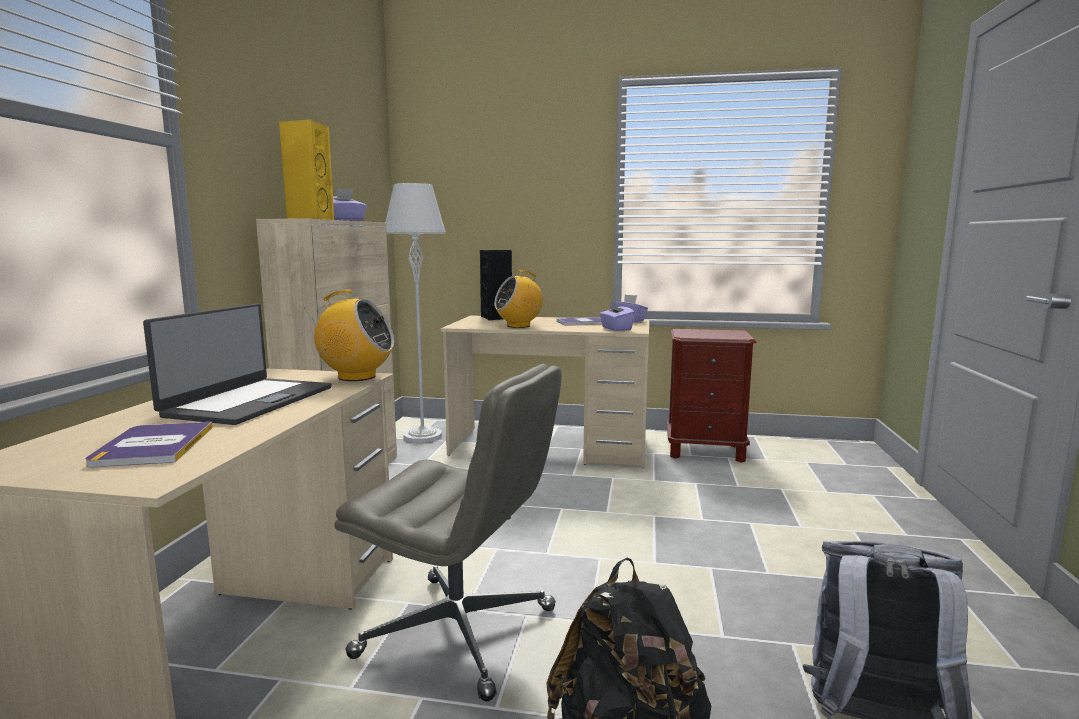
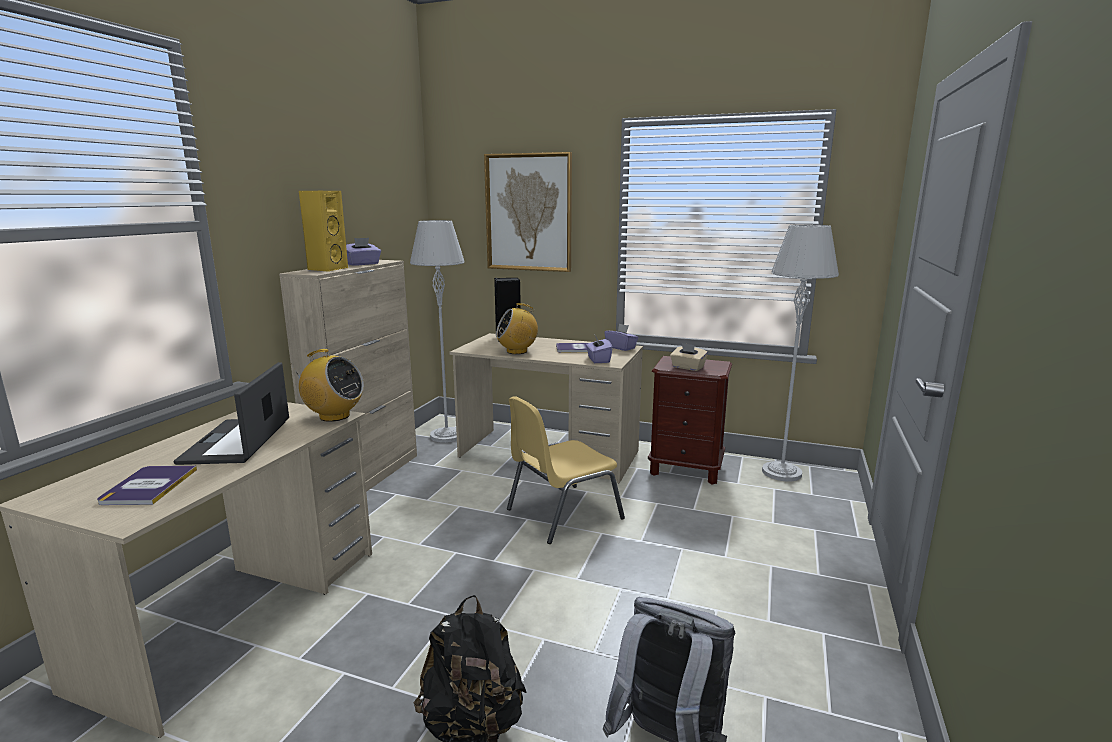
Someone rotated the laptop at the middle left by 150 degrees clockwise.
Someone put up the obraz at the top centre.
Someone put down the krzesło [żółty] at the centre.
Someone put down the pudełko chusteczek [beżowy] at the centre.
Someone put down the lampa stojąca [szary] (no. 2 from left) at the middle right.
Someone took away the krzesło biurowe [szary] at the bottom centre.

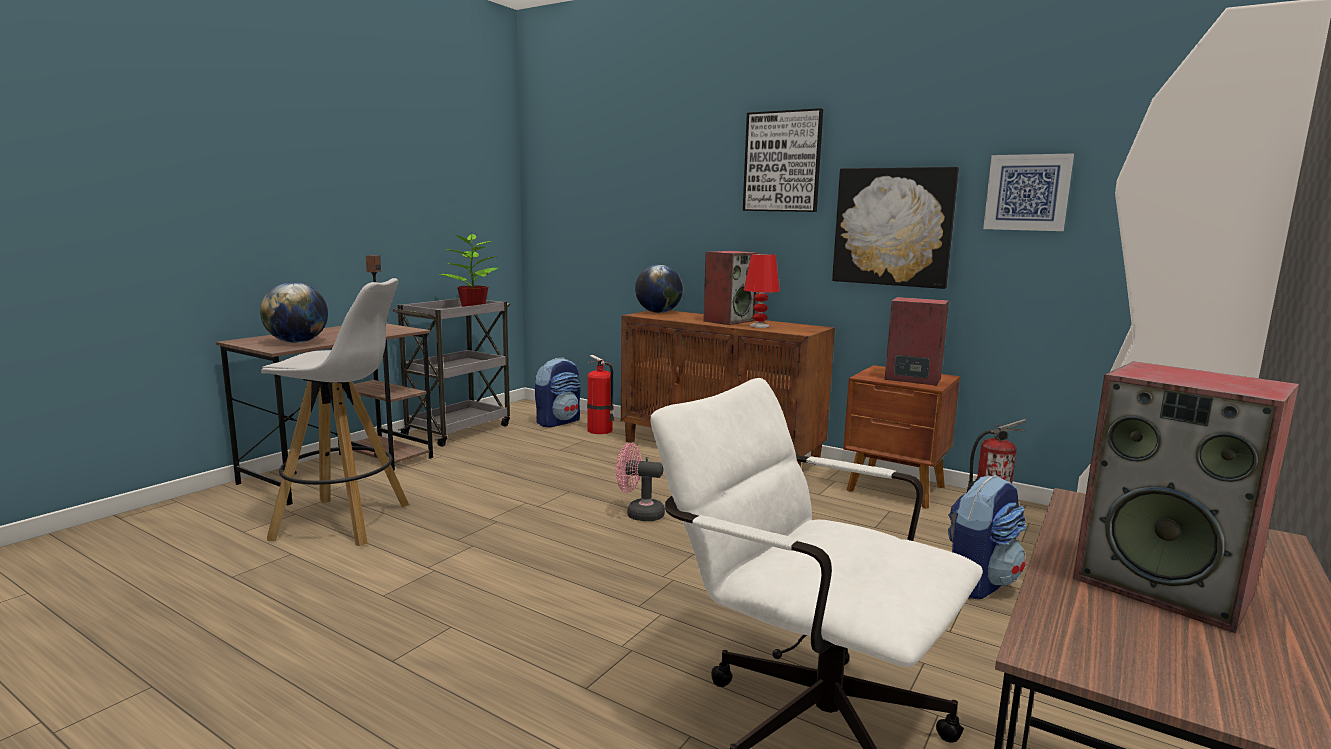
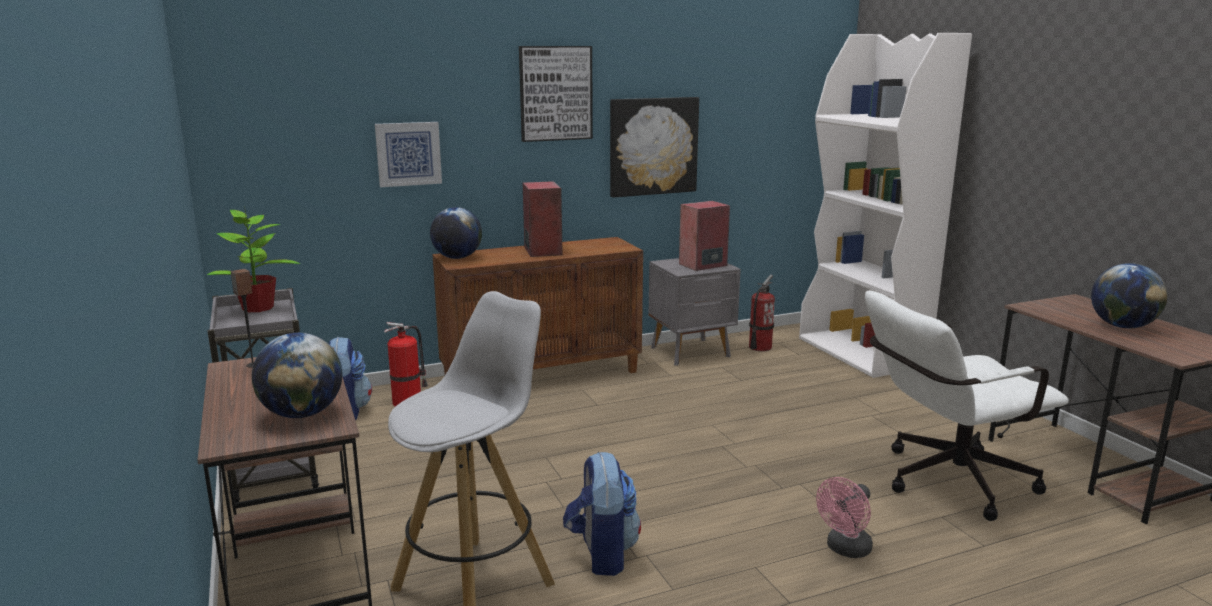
Someone carried the obraz (no. 3 from left in the first image) from the top right to the top centre.
Someone carried the plecak (no. 2 from left) from the bottom right to the bottom centre.
Someone repainted the szafka nocna [brązowy] at the middle right, which became the szafka nocna [szary] at the centre.
Someone carried the wentylator [różowy] from the centre to the bottom right.
Someone swapped the głośnik (no. 4 from left) at the middle right for the globus (no. 3 from left) at the middle right.
Someone took away the lampa stołowa [czerwony] at the centre.

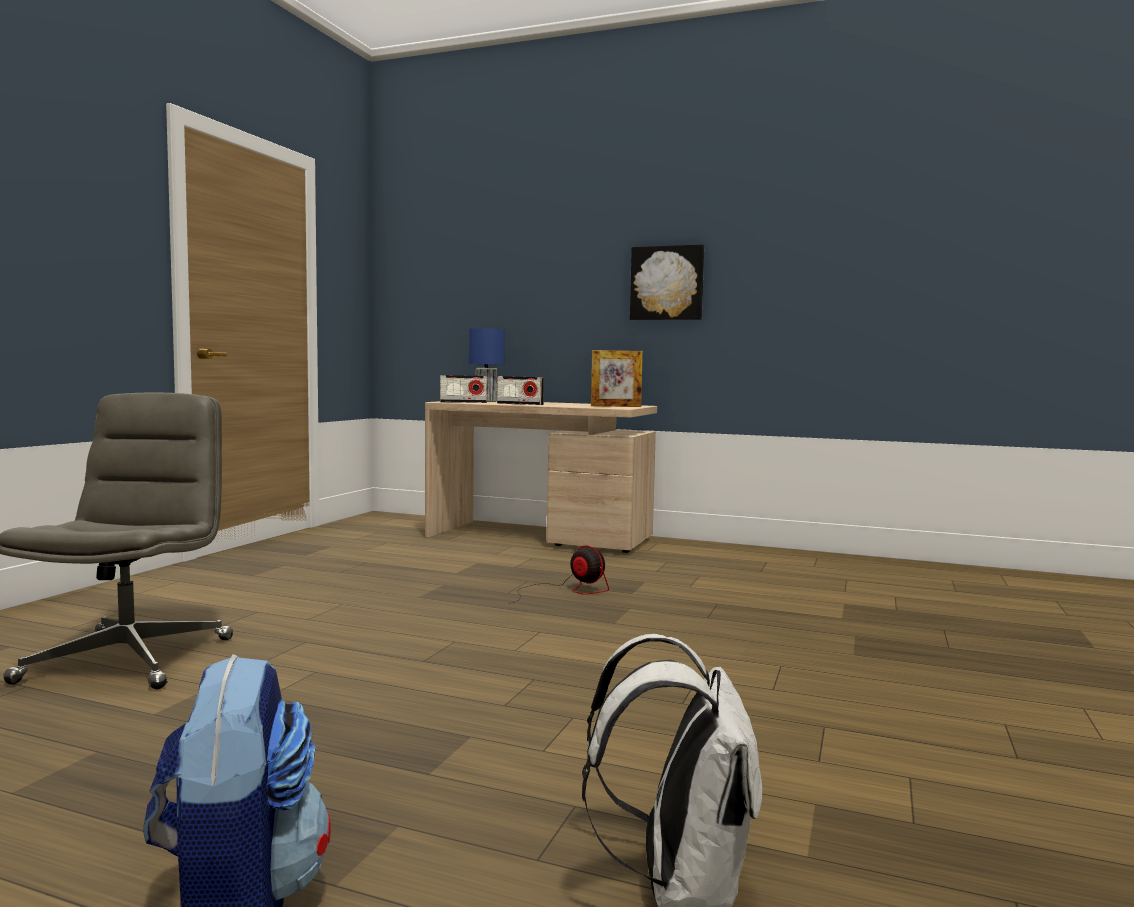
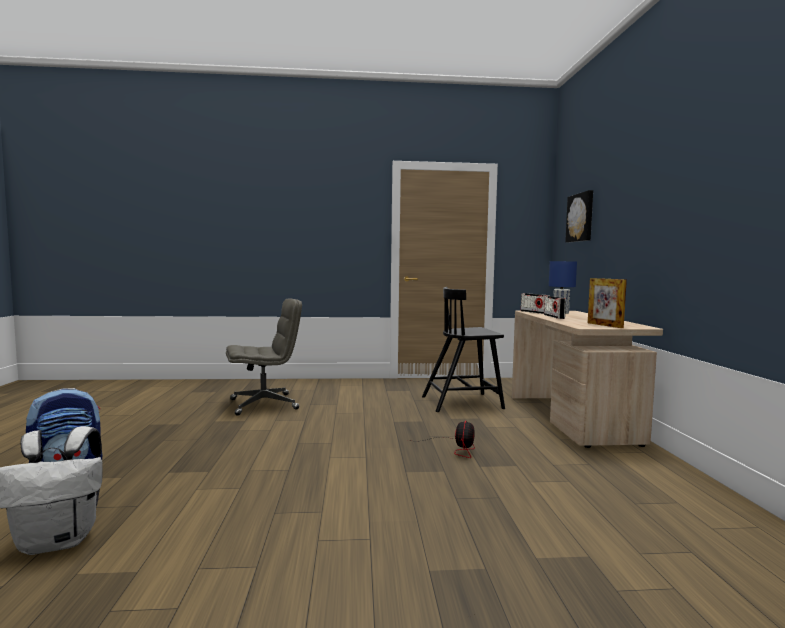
Someone put down the krzesło [czarny] at the centre.
Someone carried the obraz from the top centre to the middle right.

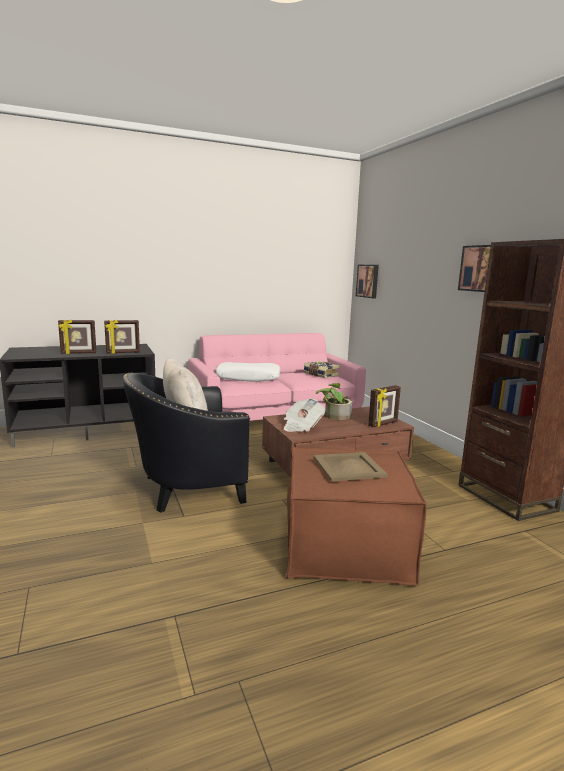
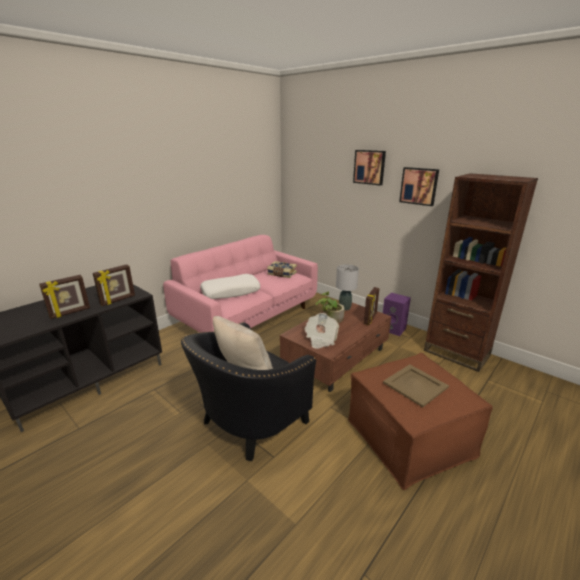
Someone put down the lampa stołowa [szary] at the centre.
Someone carried the obraz (no. 1 from left) from the centre to the top centre.
Someone put down the głośnik [fioletowy] at the middle right.

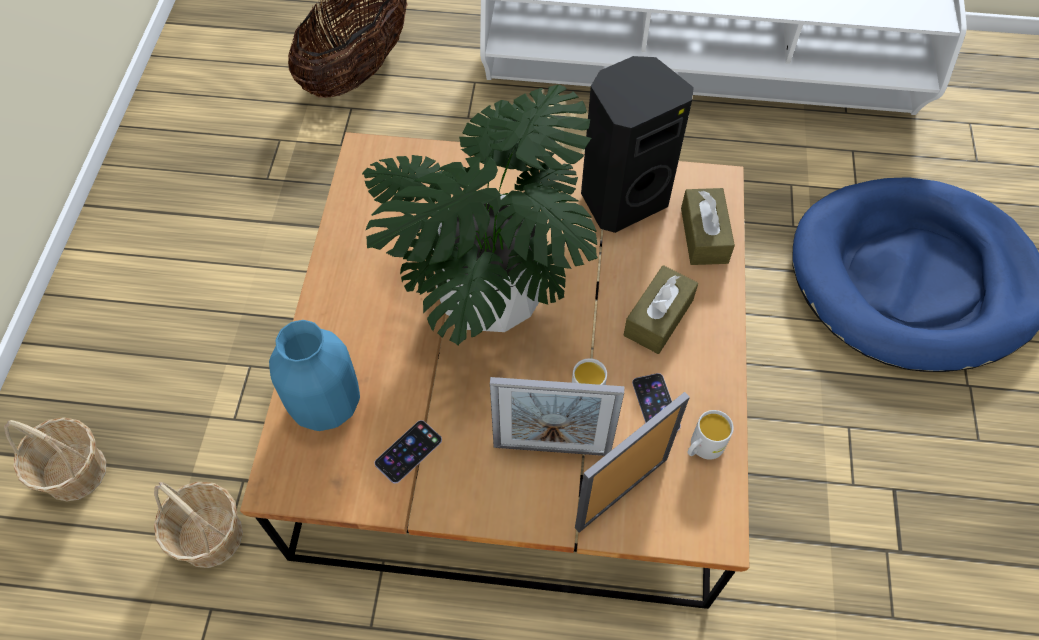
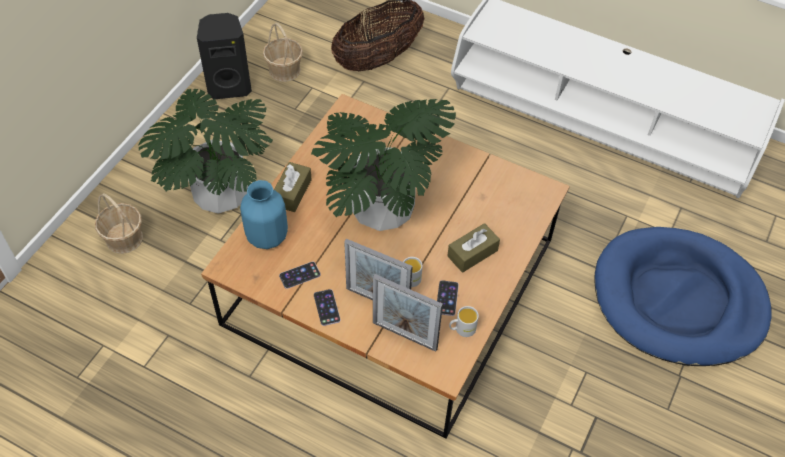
Someone put down the roślina doniczkowa (no. 1 from left) at the top left.
Someone carried the głośnik [czarny] from the top centre to the top left.
Someone carried the koszyk (no. 2 from left) from the bottom left to the top centre.
Someone carried the pudełko chusteczek [brązowy] (no. 2 from left in the first image) from the middle right to the centre.
Someone put down the telefon (no. 2 from left) at the bottom centre.
Someone rotated the ramka na zdjęcie (no. 2 from left) at the bottom centre by 135 degrees counterclockwise.

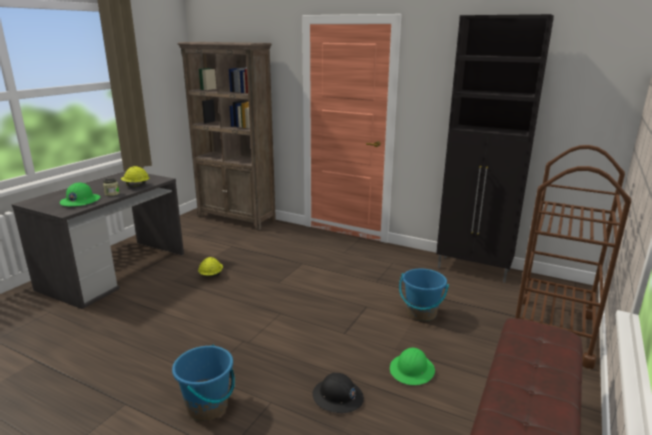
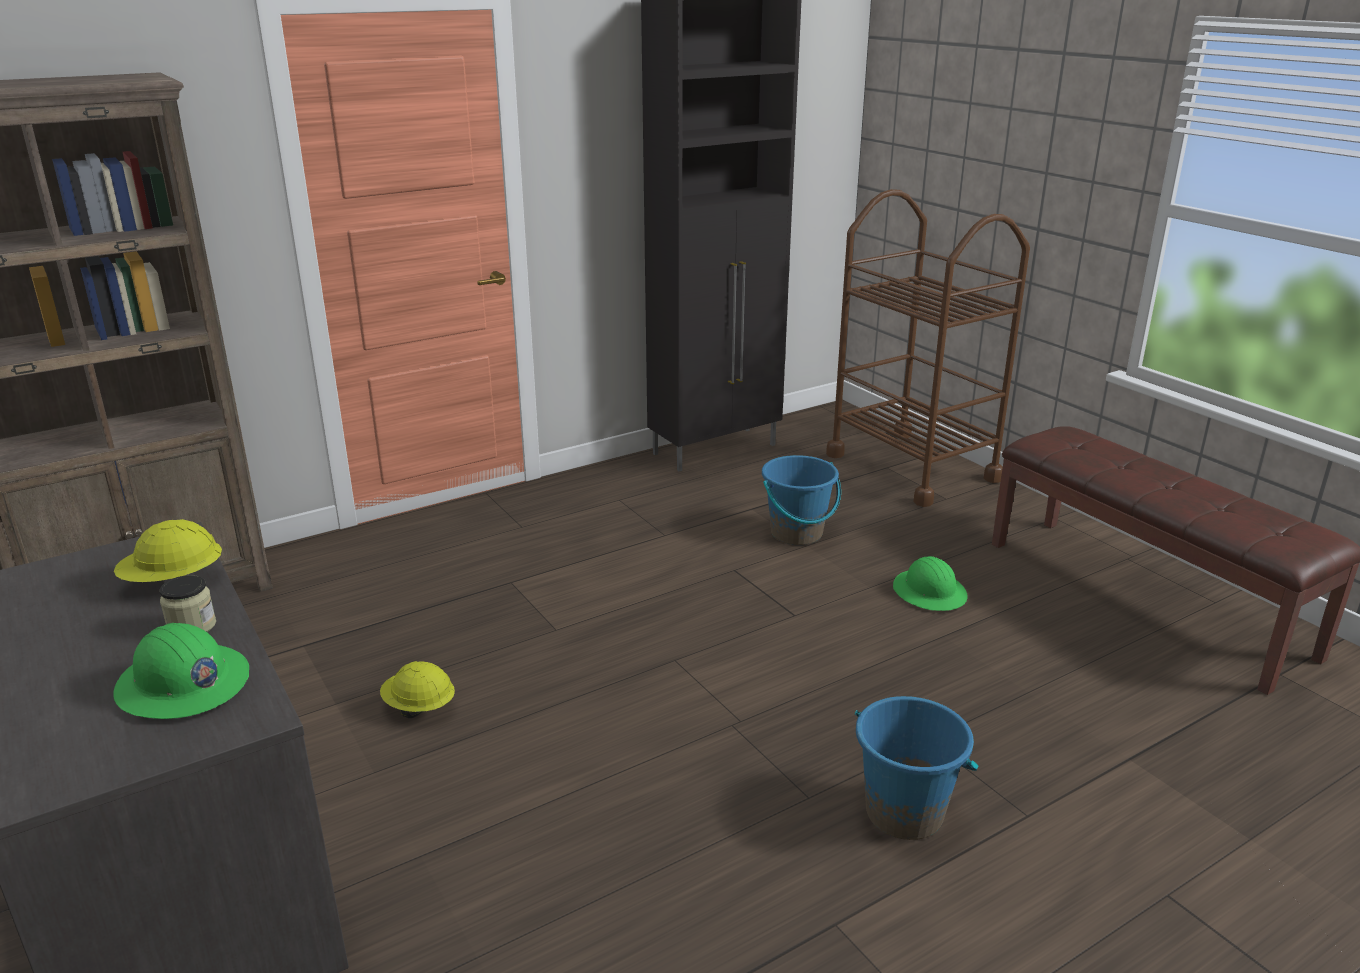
Someone took away the kask [czarny] at the bottom centre.

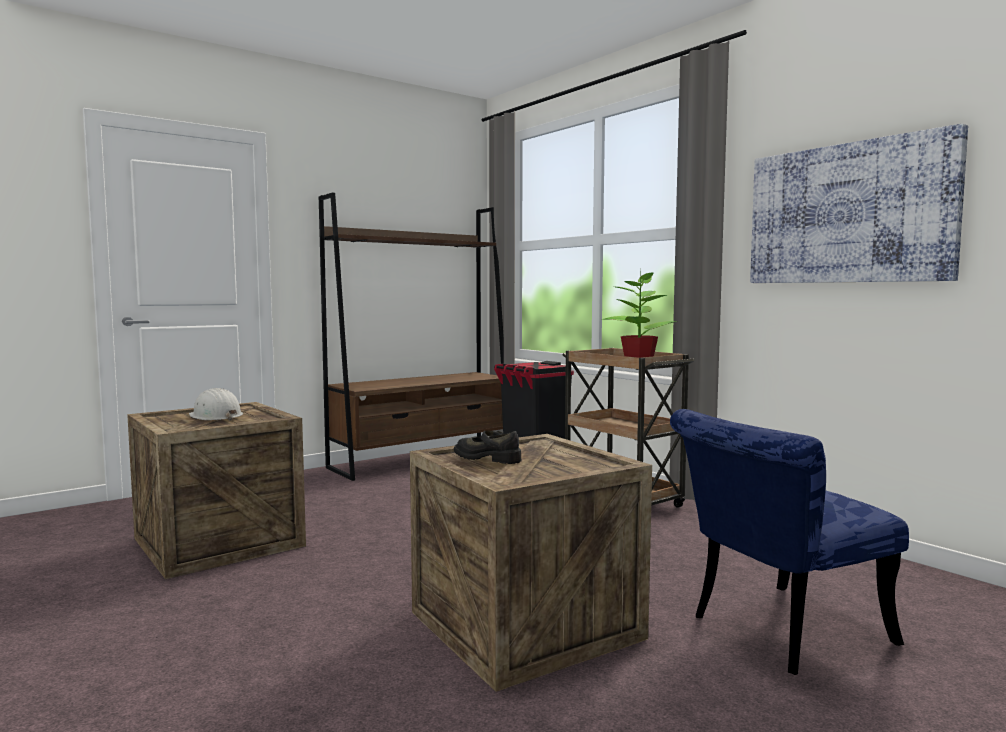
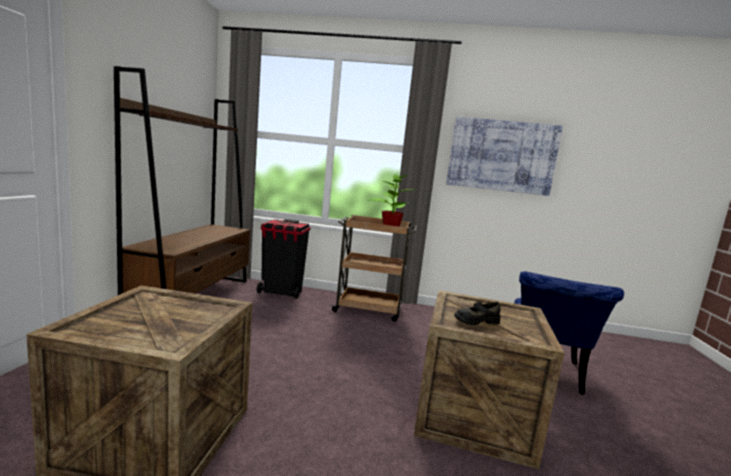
Someone took away the kask [biały] at the middle left.

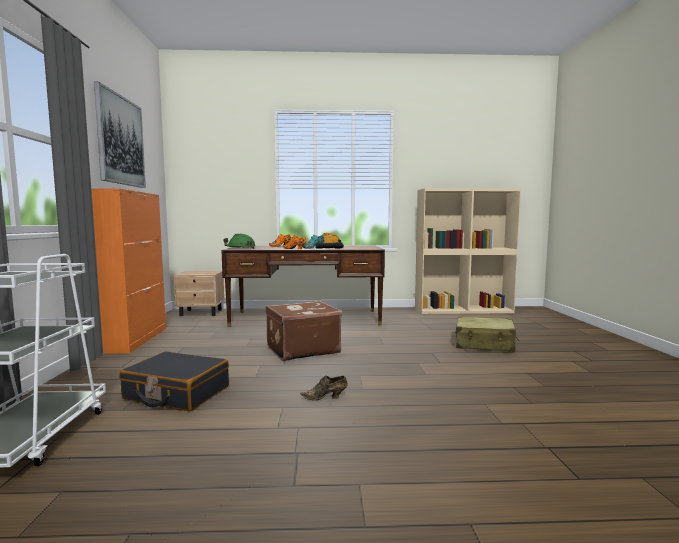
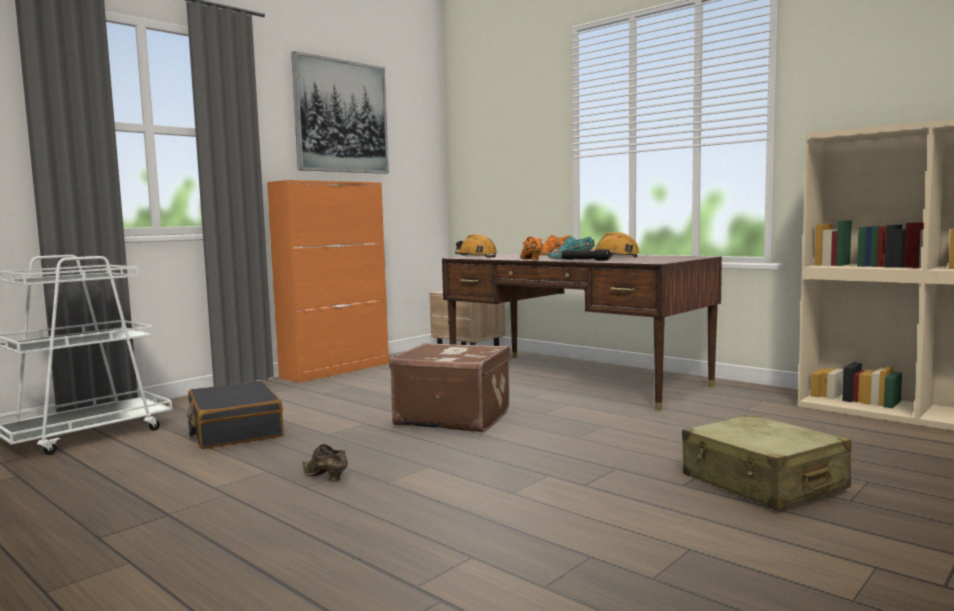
Someone repainted the kask [zielony] at the centre, which became the kask [pomarańczowy] (no. 1 from left) at the centre.

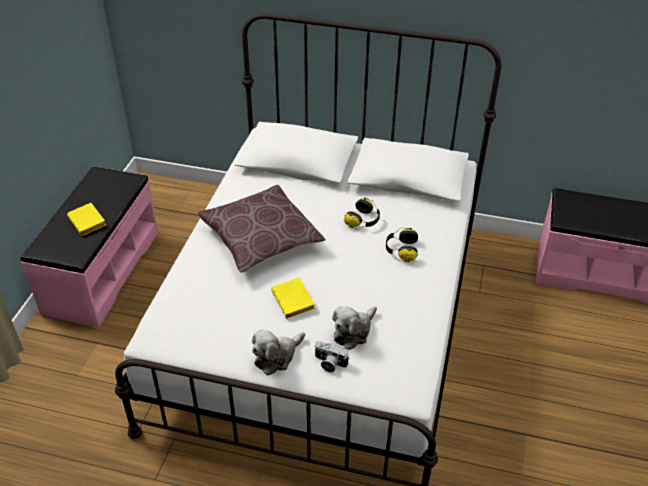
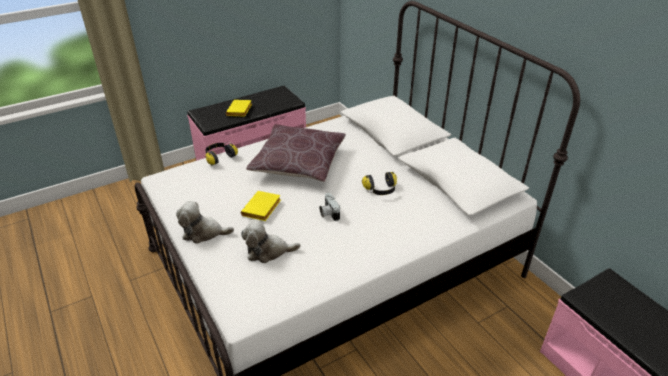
Someone carried the słuchawki (no. 2 from left in the first image) from the centre to the middle left.
Someone carried the aparat fotograficzny from the bottom centre to the centre.

